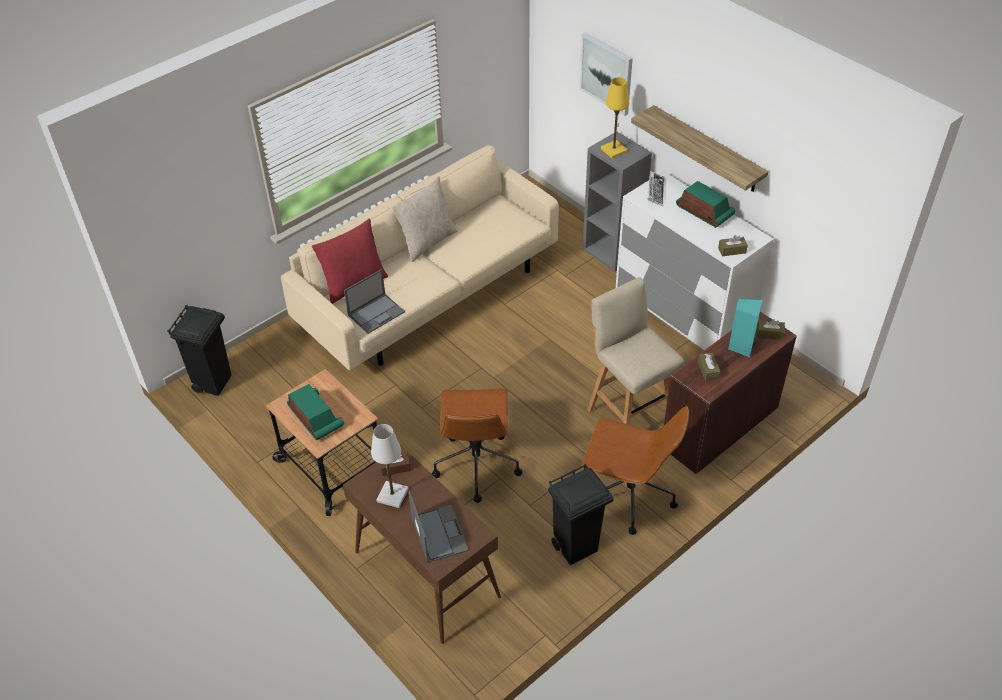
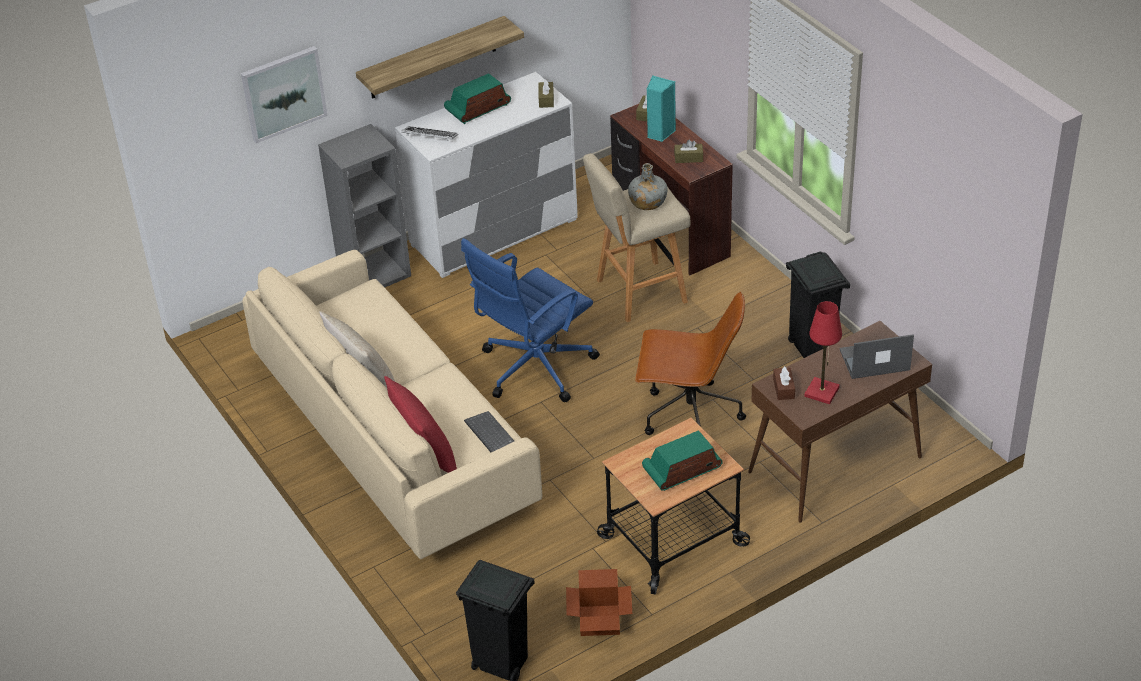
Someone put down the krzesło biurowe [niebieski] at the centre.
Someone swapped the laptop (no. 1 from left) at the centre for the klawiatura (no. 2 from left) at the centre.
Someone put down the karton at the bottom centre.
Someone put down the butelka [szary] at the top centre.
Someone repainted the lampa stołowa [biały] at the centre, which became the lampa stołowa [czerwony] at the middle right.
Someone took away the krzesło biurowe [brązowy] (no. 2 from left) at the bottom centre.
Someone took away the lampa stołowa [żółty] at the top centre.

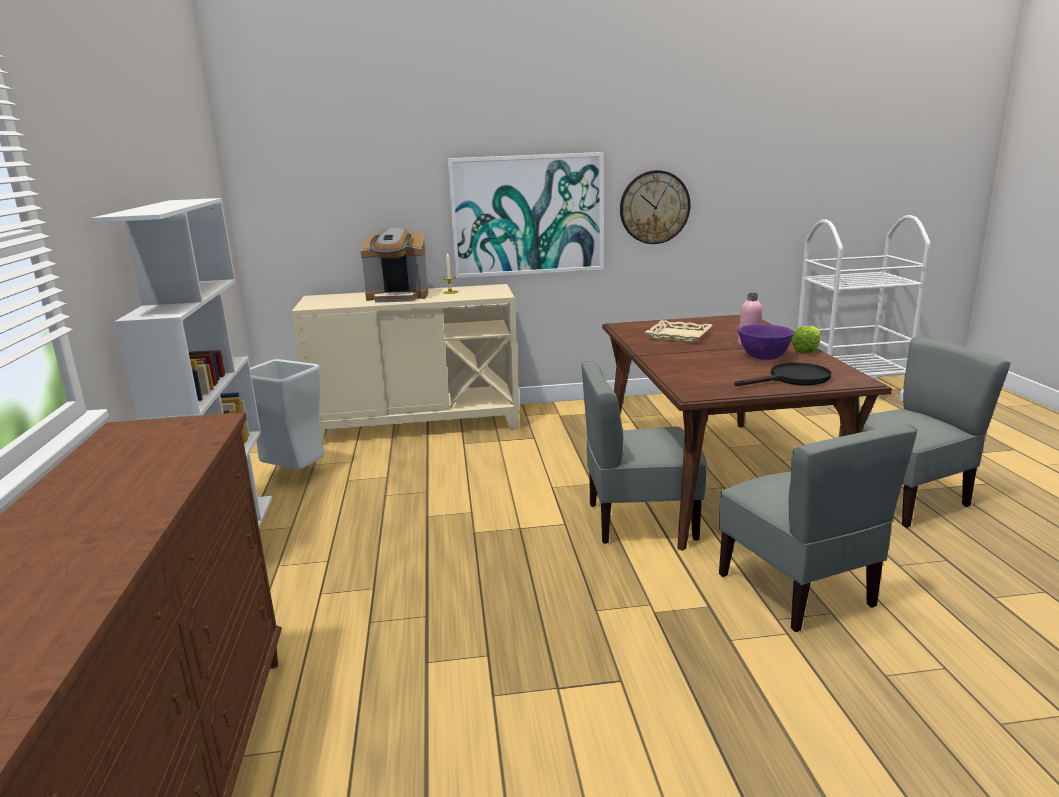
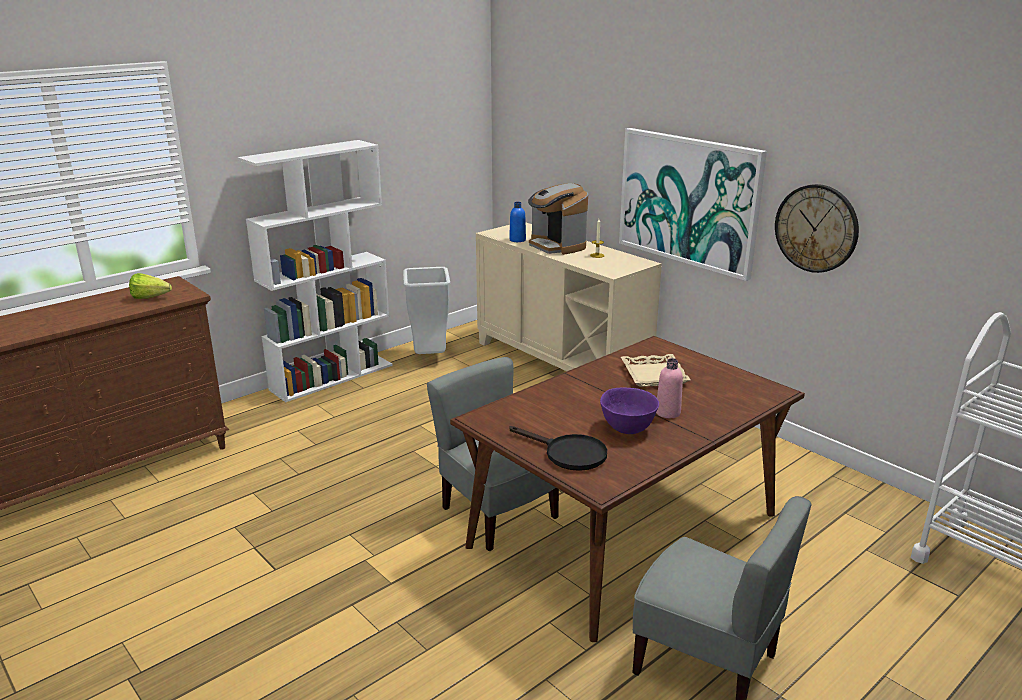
Someone carried the sałata from the middle right to the middle left.
Someone put down the butelka [niebieski] at the top centre.
Someone took away the krzesło [szary] (no. 2 from left) at the middle right.

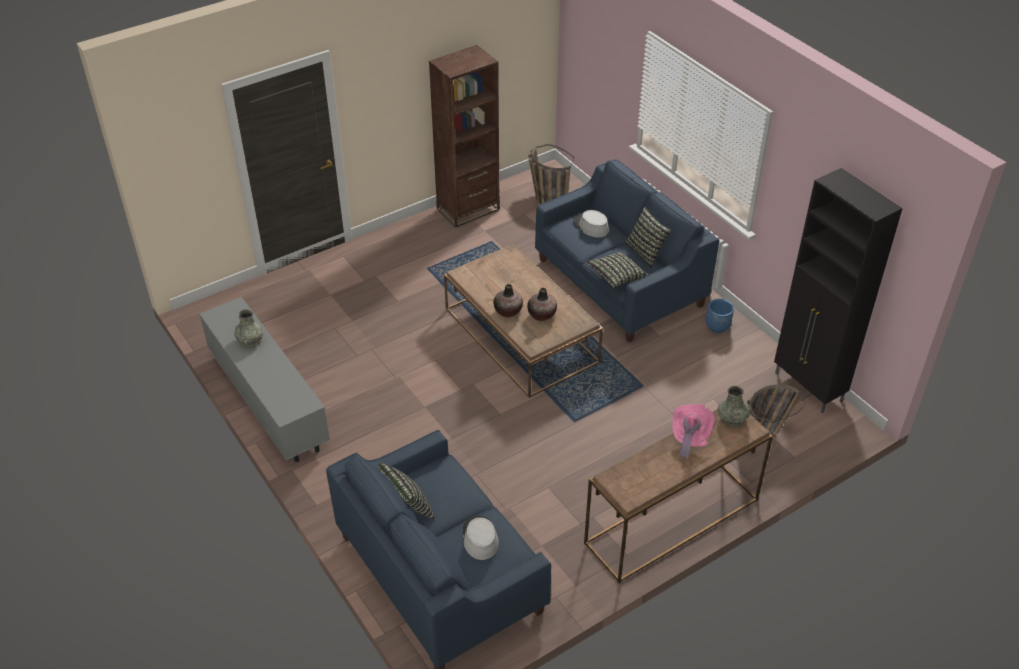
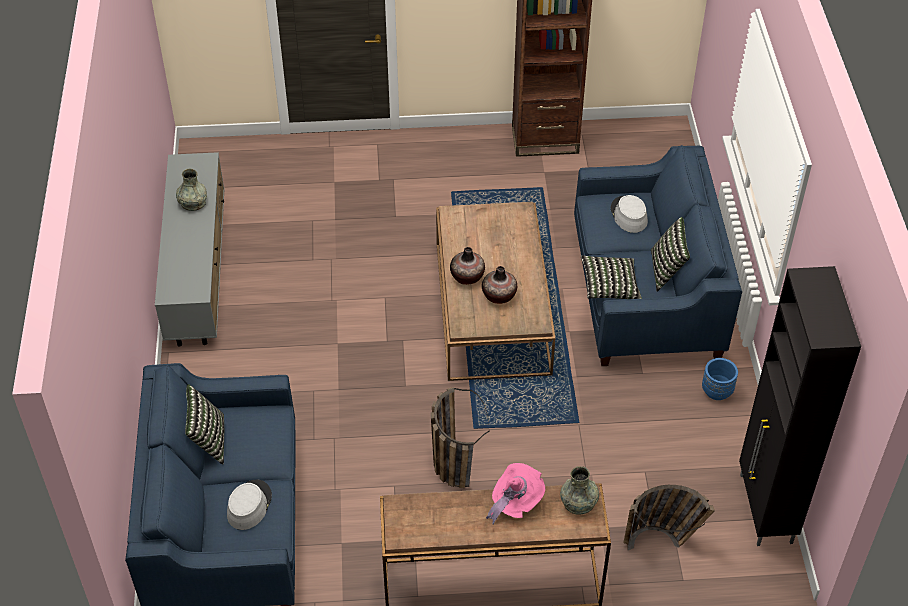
Someone carried the koszyk (no. 1 from left) from the top centre to the bottom centre.

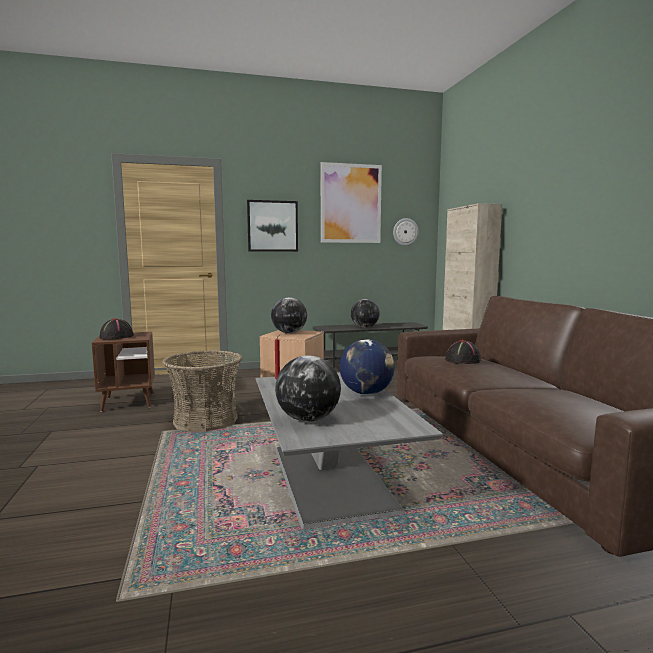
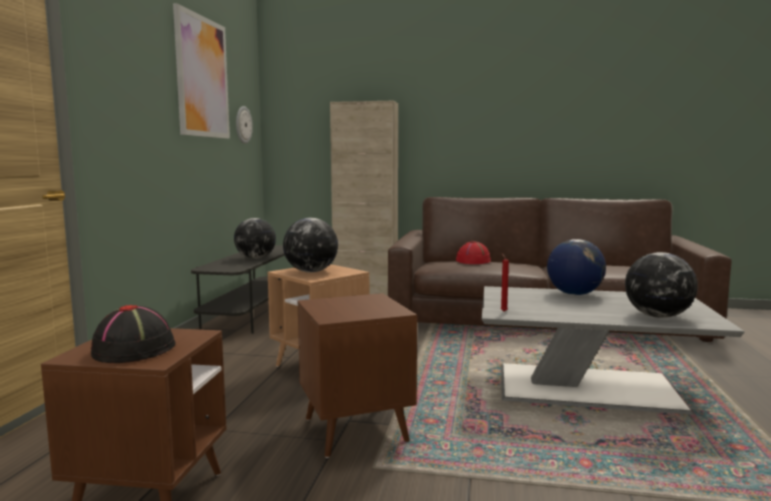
Someone swapped the koszyk at the middle left for the stolik [brązowy] (no. 3 from left) at the bottom centre.
Someone repainted the kapelusz [czarny] (no. 2 from left) at the middle right, which became the kapelusz [czerwony] at the centre.
Someone took away the obraz (no. 1 from left) at the centre.

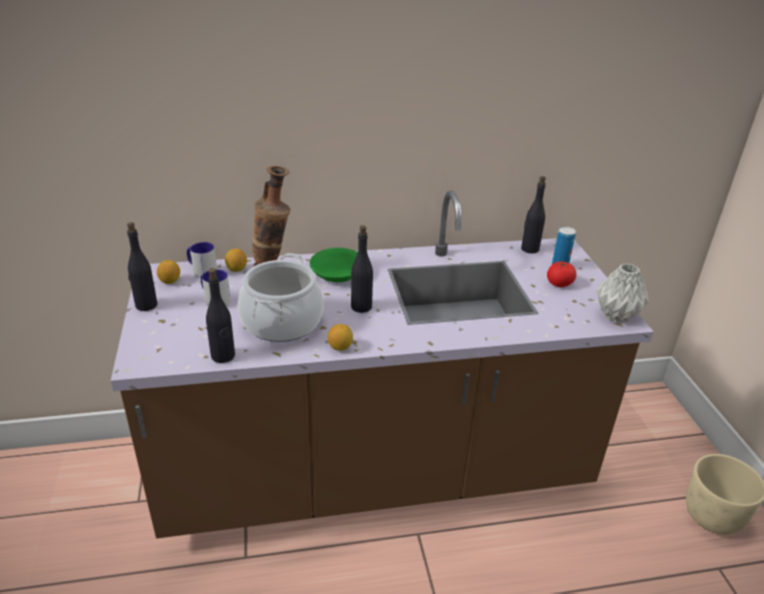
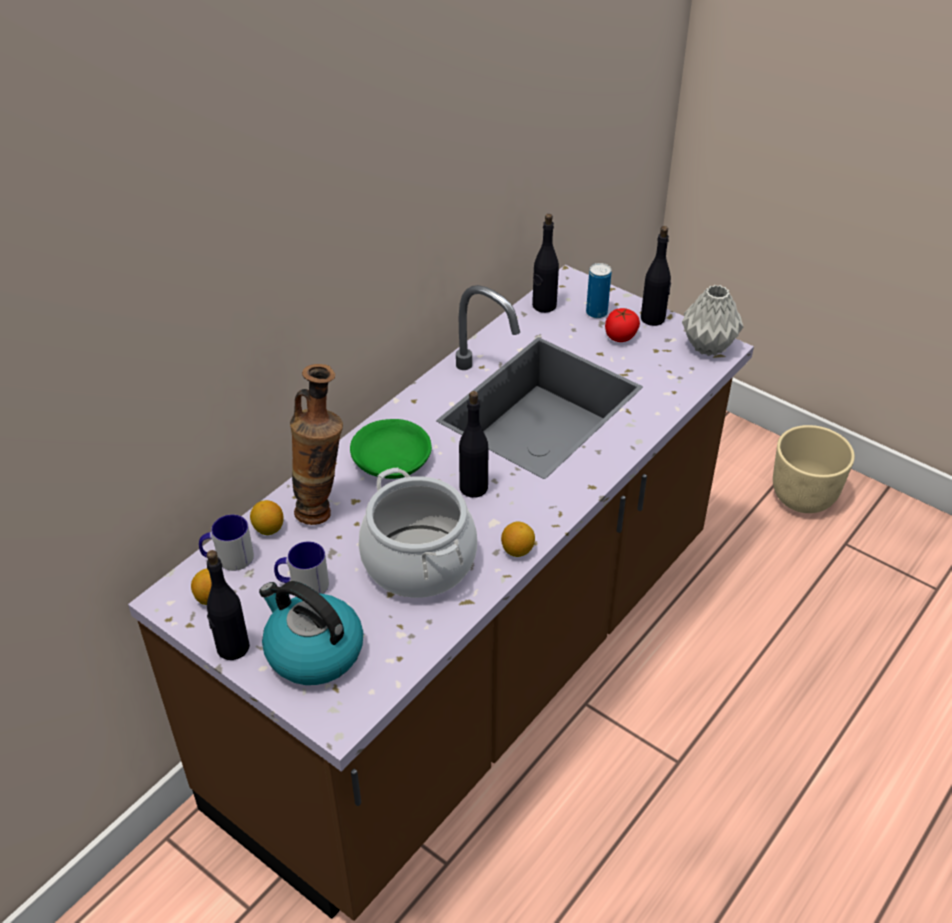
Someone put down the czajnik at the bottom left.
Someone carried the butelka [czarny] (no. 2 from left in the first image) from the middle left to the top right.

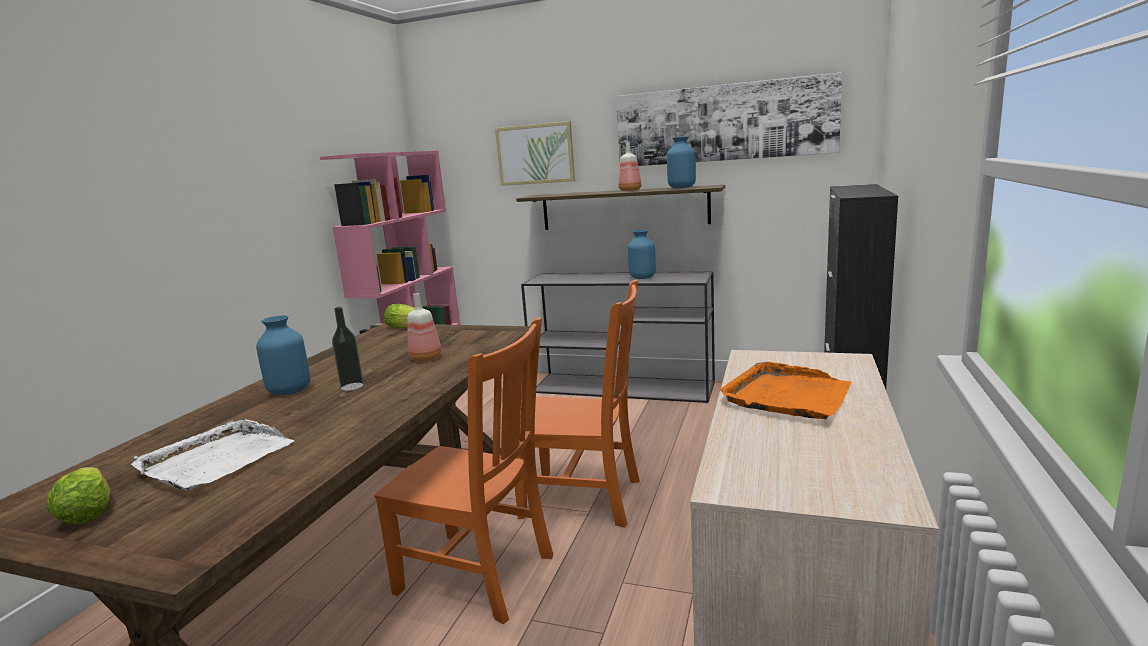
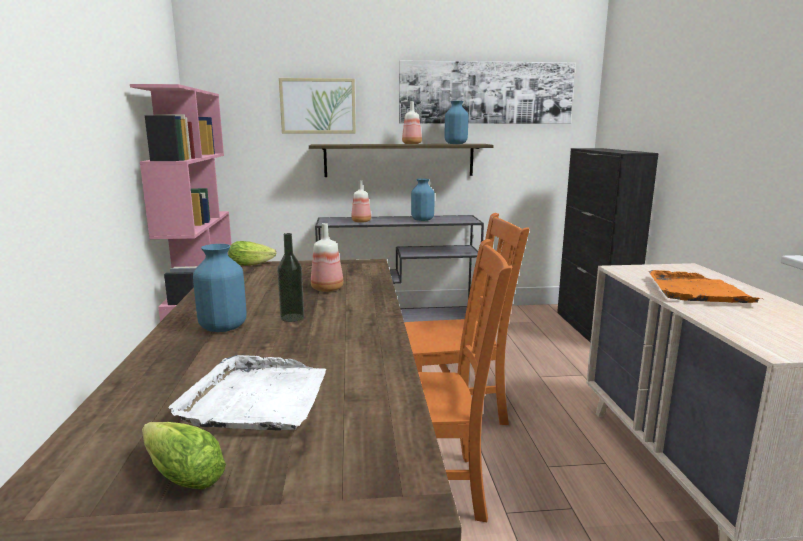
Someone put down the butelka (no. 3 from left) at the centre.

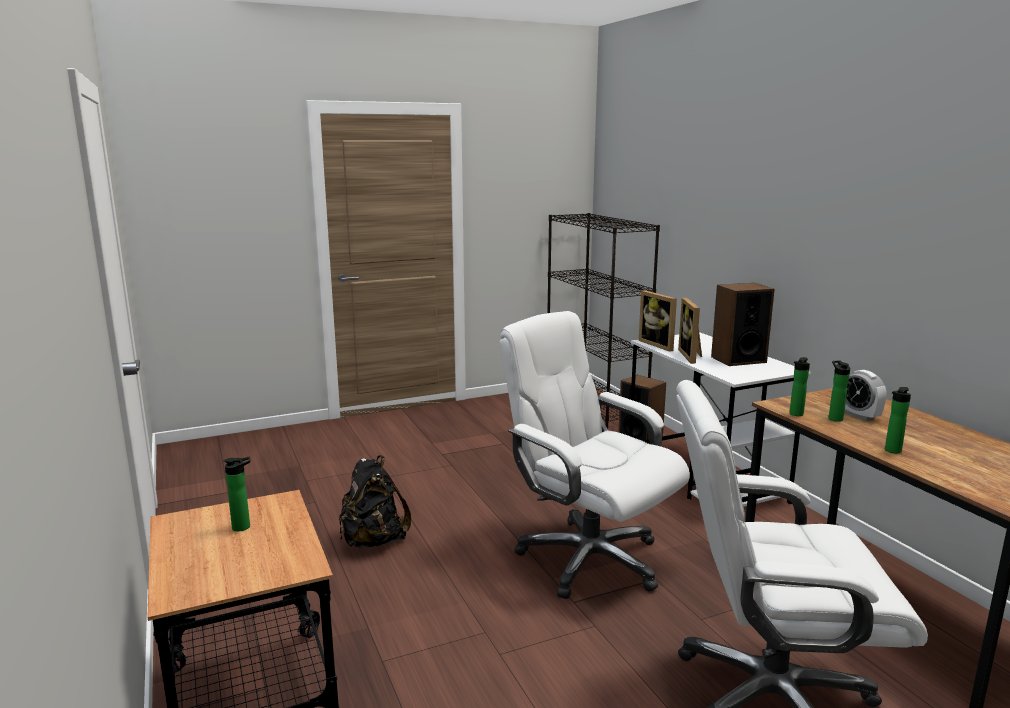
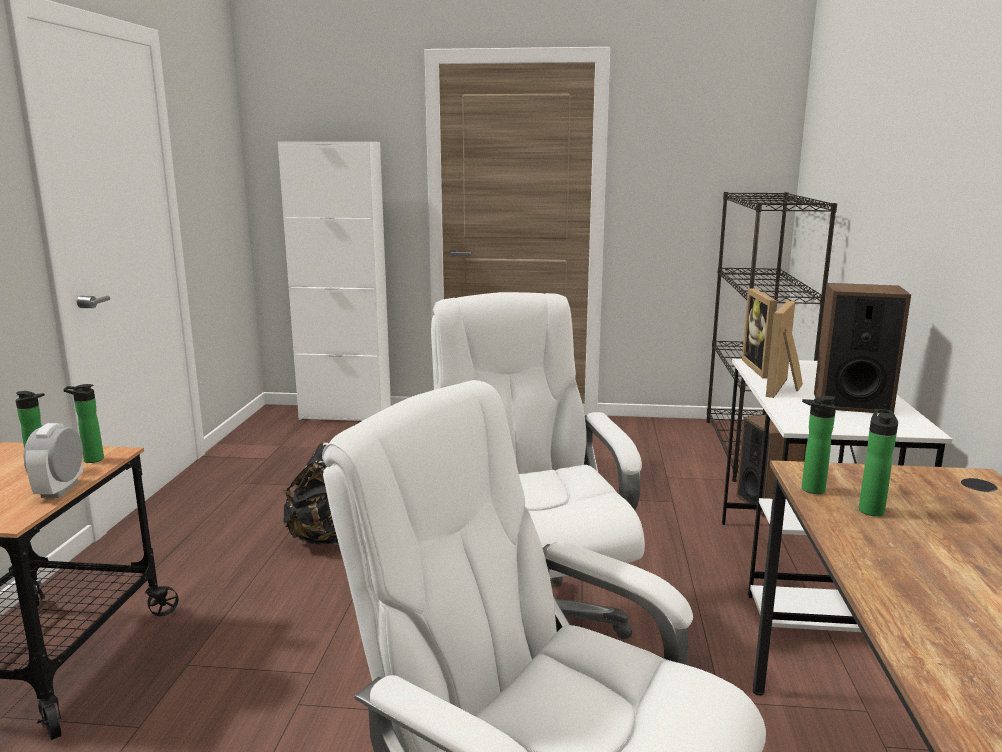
Someone carried the budzik from the middle right to the middle left.
Someone carried the butelka (no. 4 from left in the first image) from the middle right to the middle left.
Someone put down the szafka [biały] at the centre.

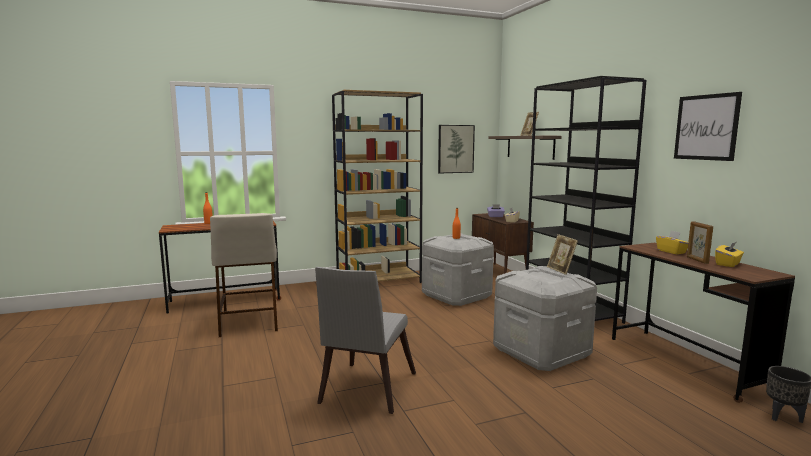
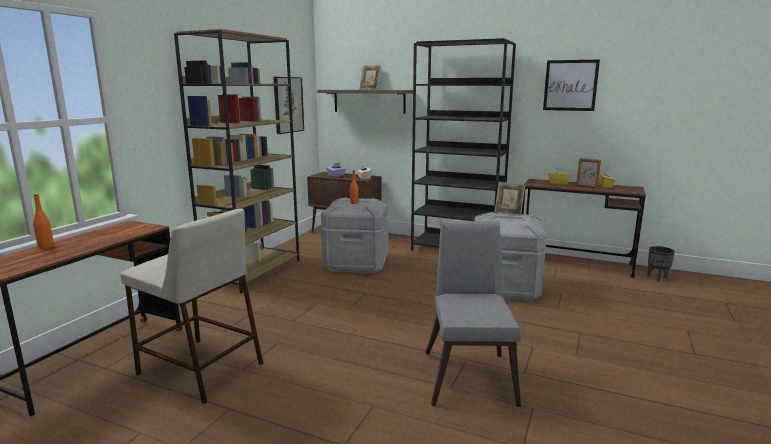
Someone rotated the krzesło [szary] at the bottom centre by 150 degrees counterclockwise.

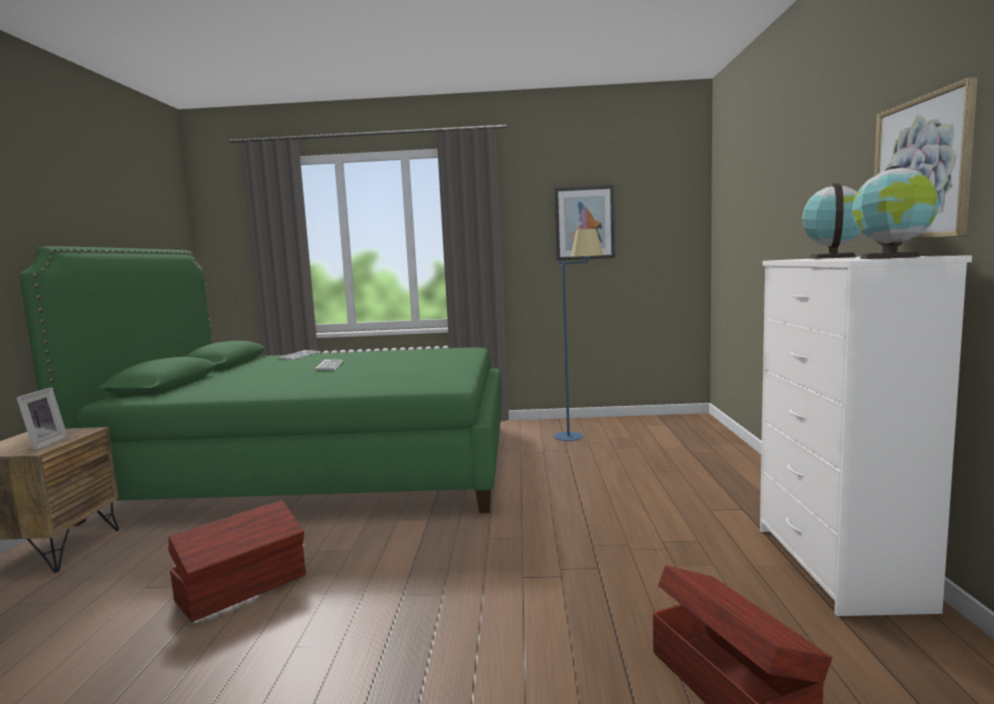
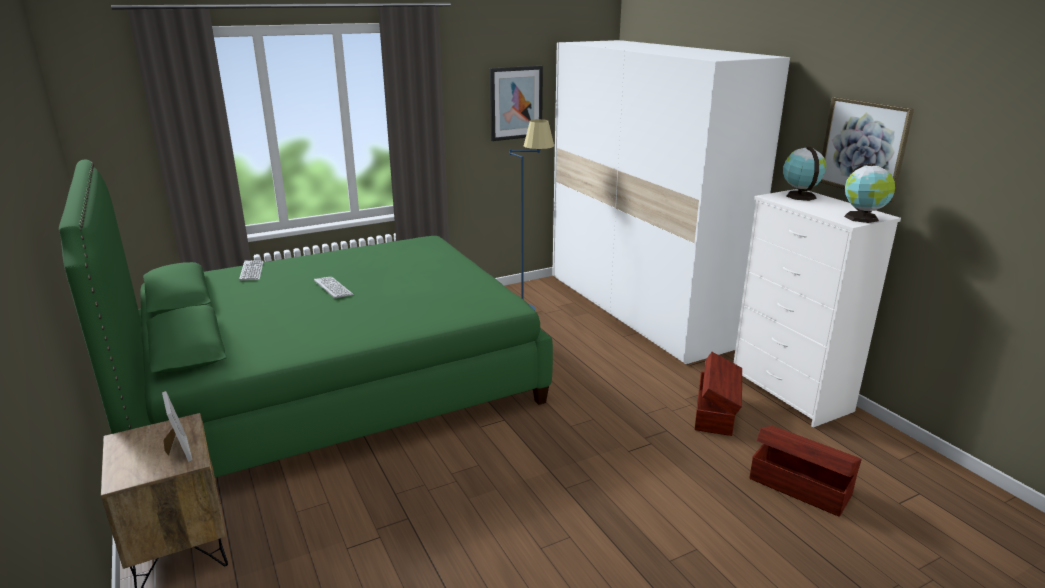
Someone put down the szafa [biały] at the centre.
Someone carried the pojemnik do przechowywania [brązowy] (no. 1 from left) from the bottom left to the bottom right.

